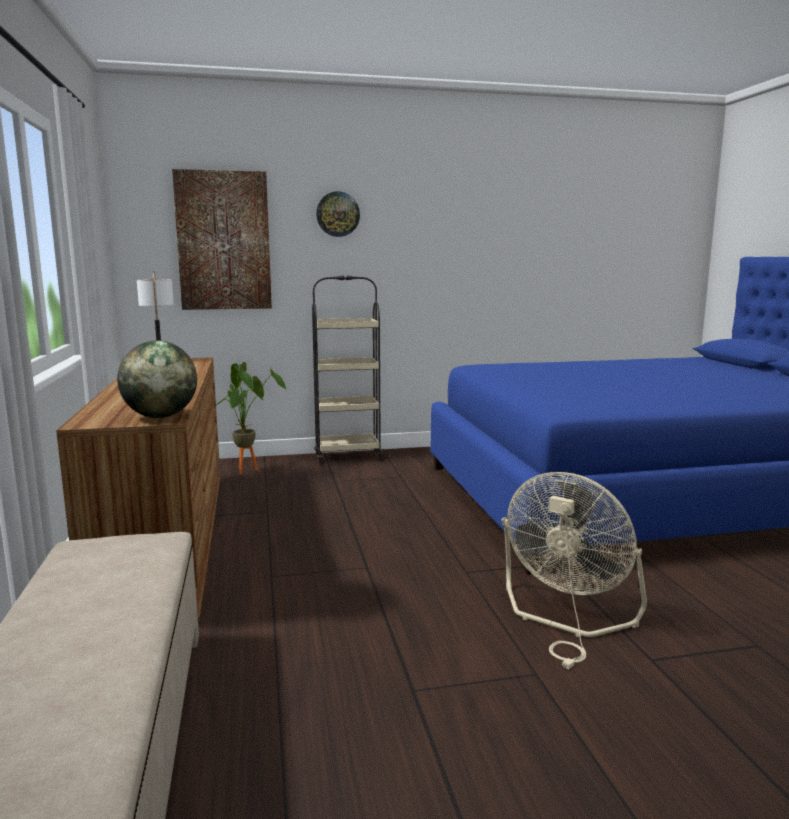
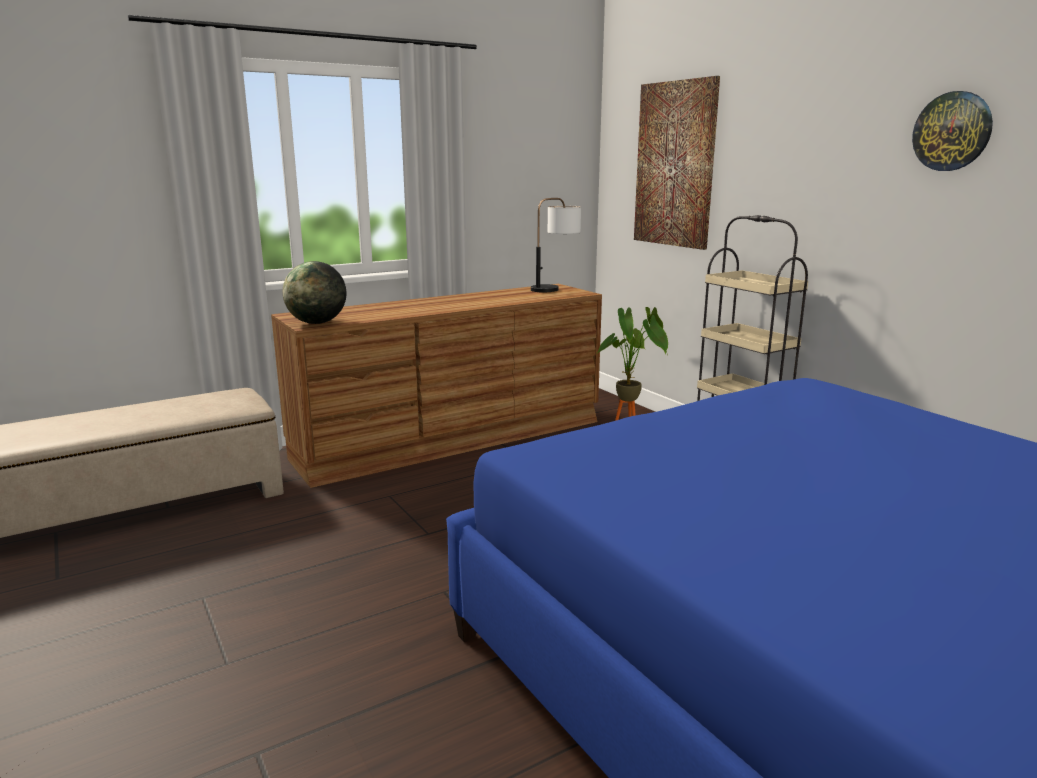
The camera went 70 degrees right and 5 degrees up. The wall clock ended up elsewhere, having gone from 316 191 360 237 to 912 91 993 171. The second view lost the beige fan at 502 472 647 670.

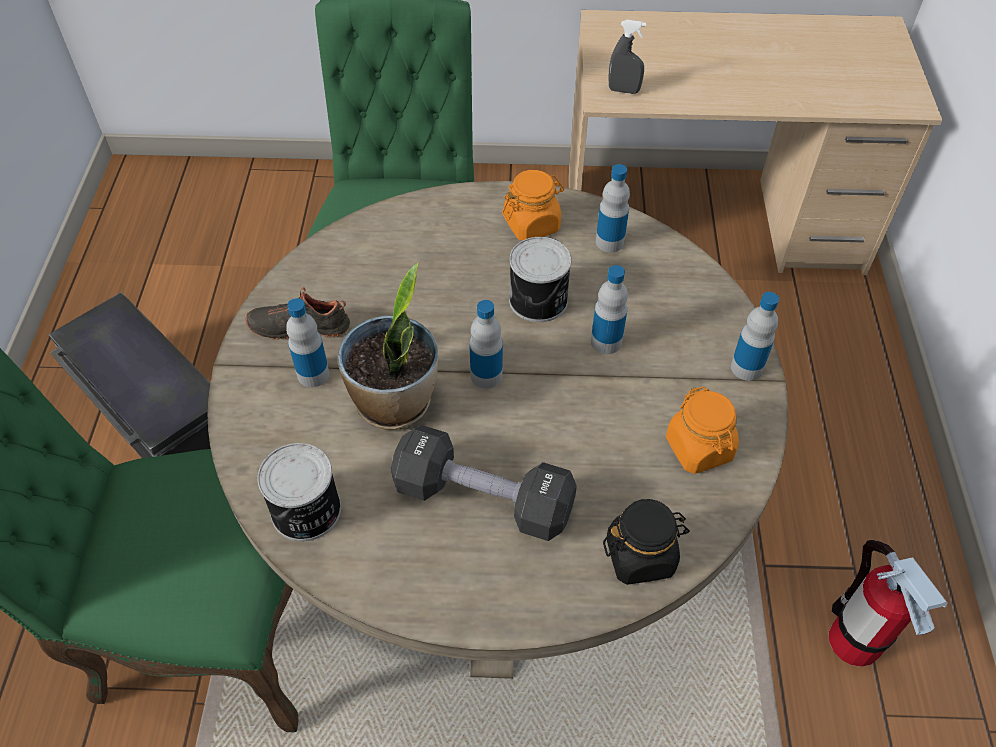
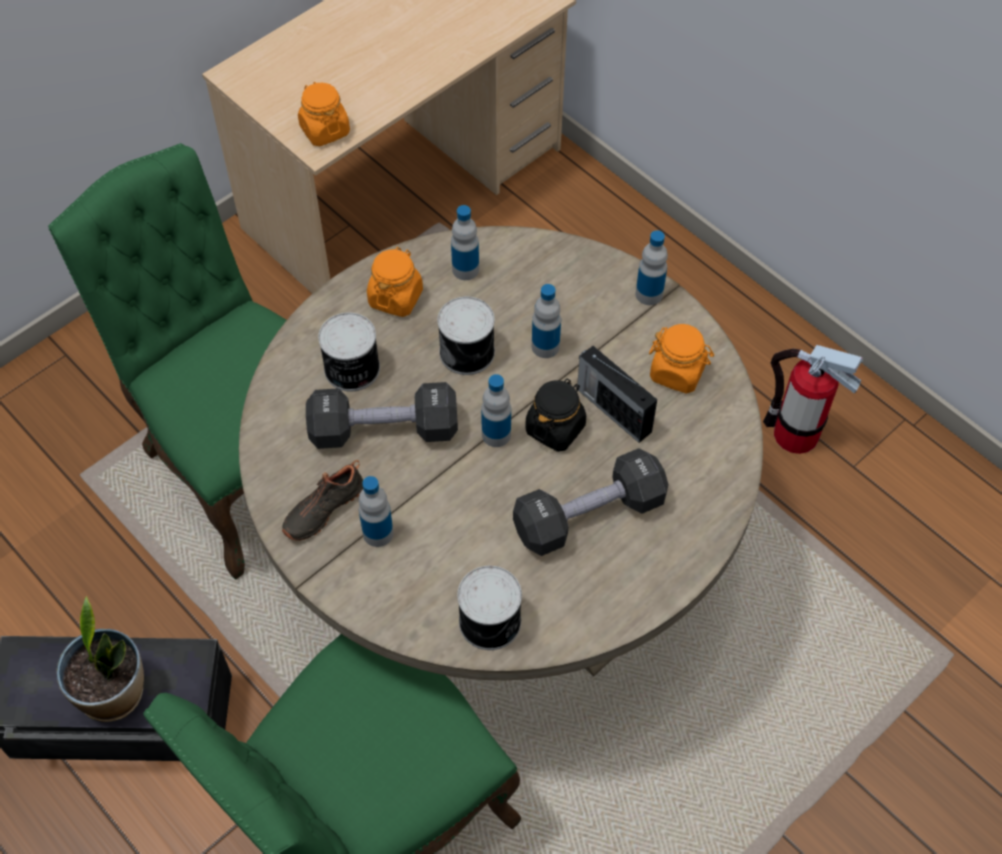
The camera went 45 degrees left and 5 degrees up. The potted plant ended up elsewhere, having gone from 337 263 438 430 to 56 596 144 722. The black jar ended up elsewhere, having gone from 603 499 690 585 to 525 379 586 452. Where the grey spray bottle stood at 608 20 646 94, the orange jar came to stand at 298 82 350 146. The second view gained the black dumbbell at 306 382 458 449. The second view gained the can at 318 313 380 392. The second view gained the radio at 577 346 657 443.

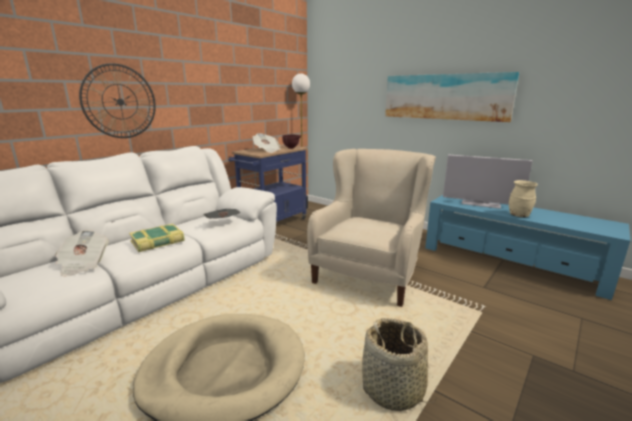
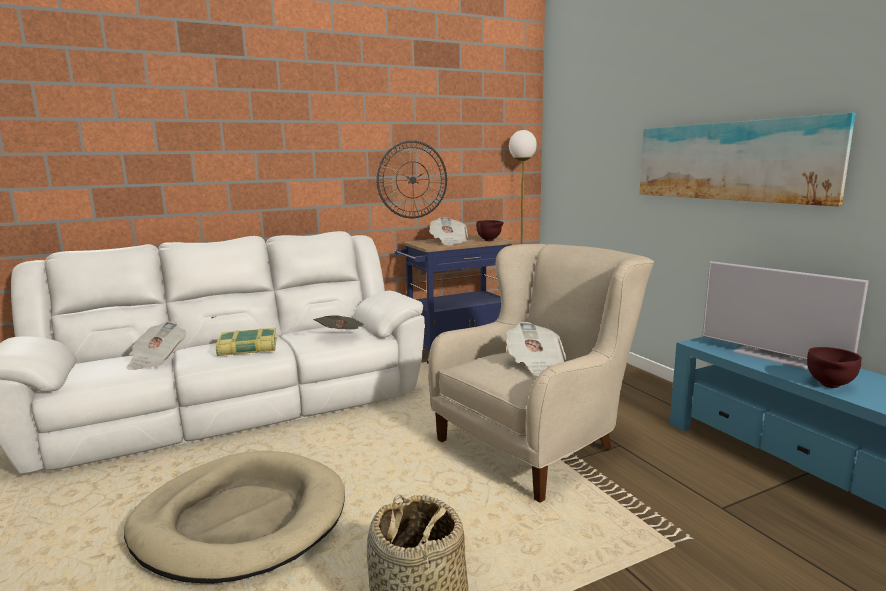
The camera went 25 degrees right and 5 degrees down. The wall clock ended up elsewhere, having gone from 79 63 156 138 to 376 140 447 218. Where the beige vase stood at 509 180 538 217, the brown bowl came to stand at 807 347 862 388. The second view gained the newspaper at 506 322 566 377.

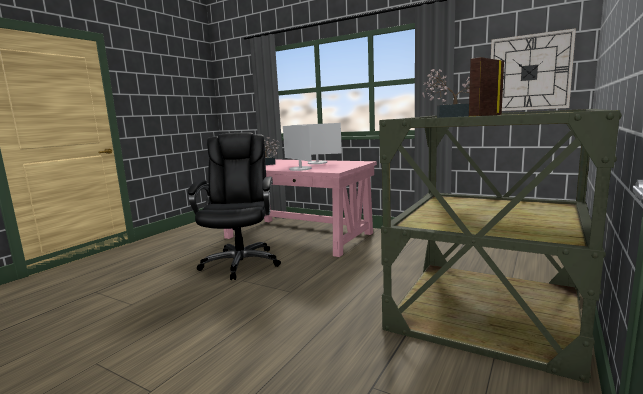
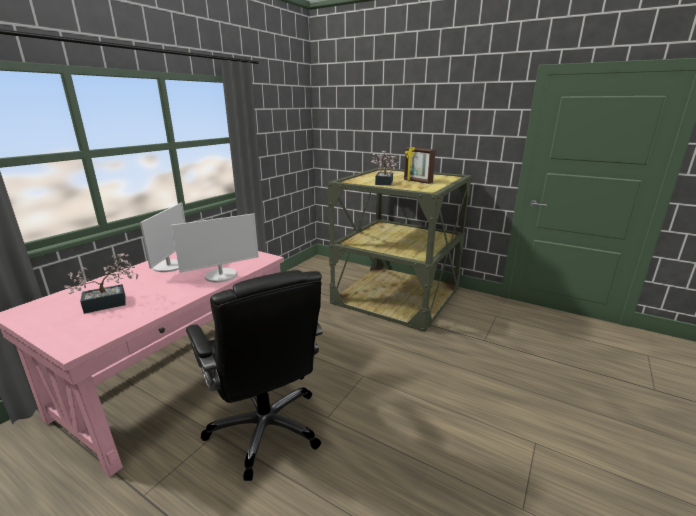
The camera went 90 degrees left and 10 degrees up. The black office chair at 188 132 281 280 ended up facing another way, 120 degrees counterclockwise from before. The second view lost the wall clock at 491 28 576 111.

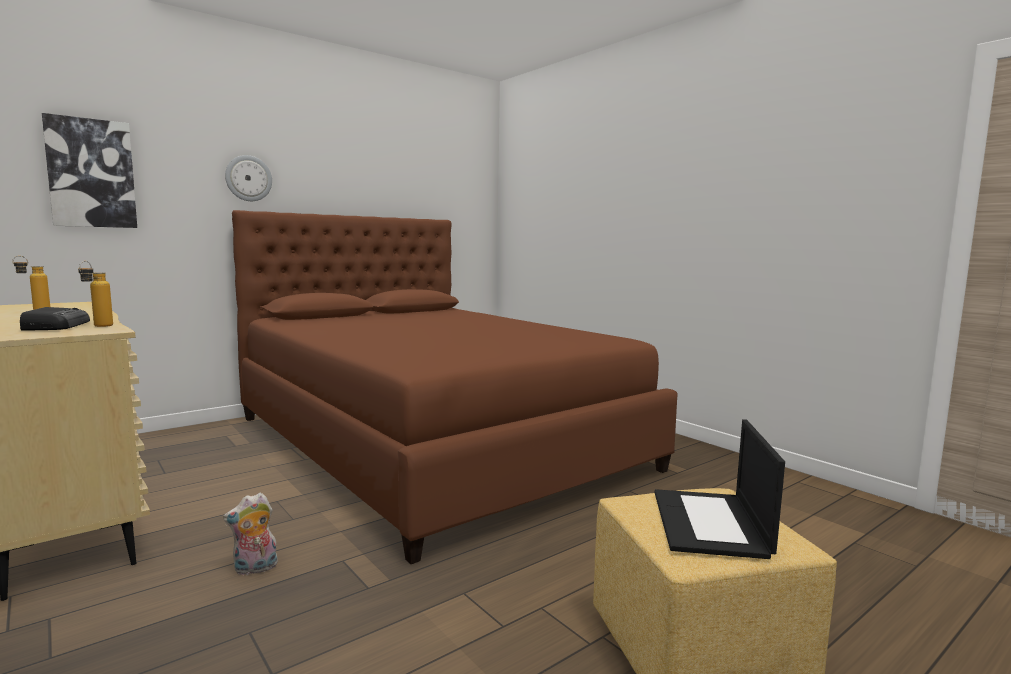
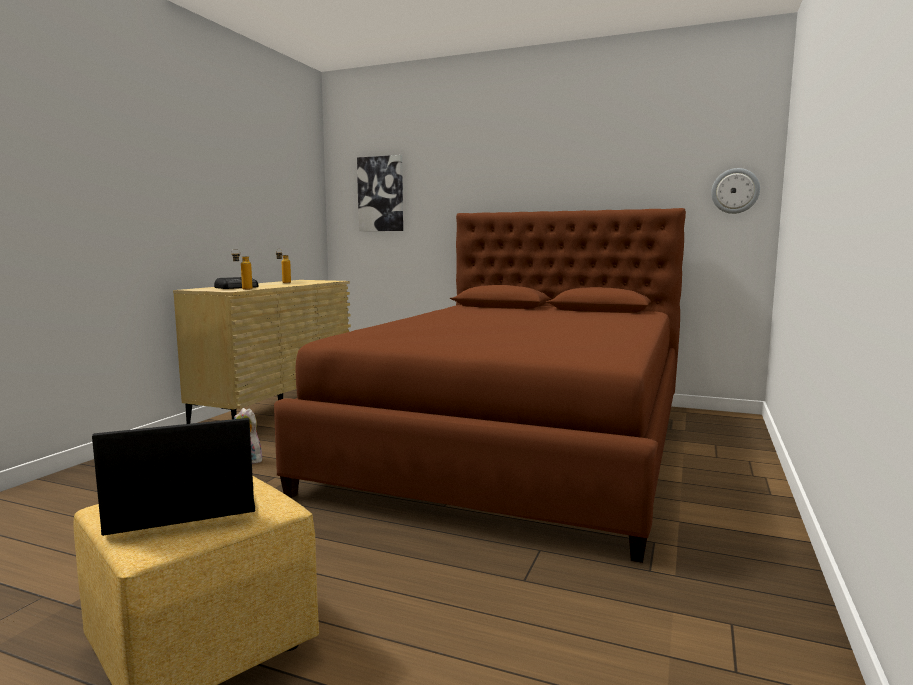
The camera went 60 degrees right and 0 degrees up. The wall clock ended up elsewhere, having gone from 225 155 272 201 to 711 168 760 214.

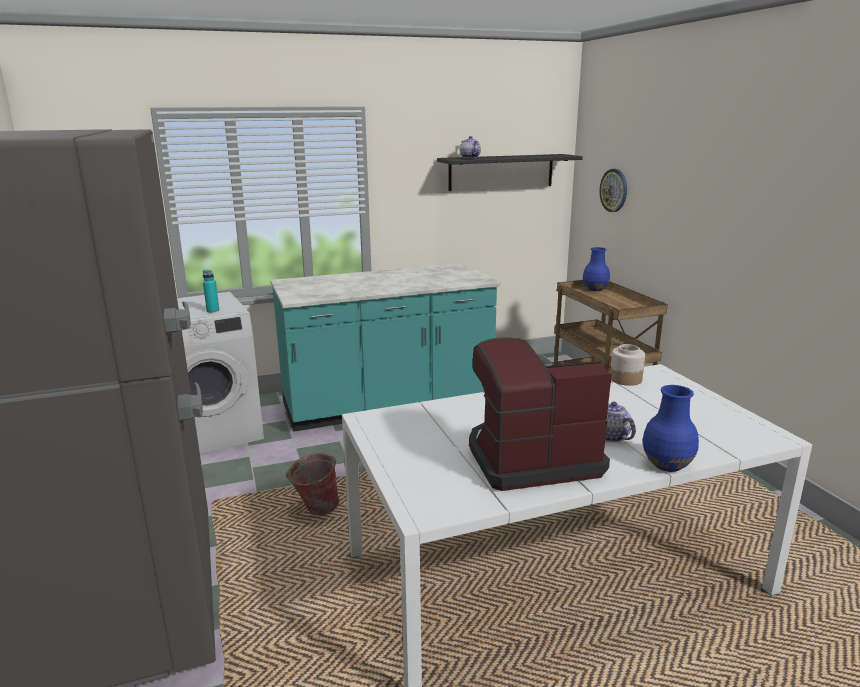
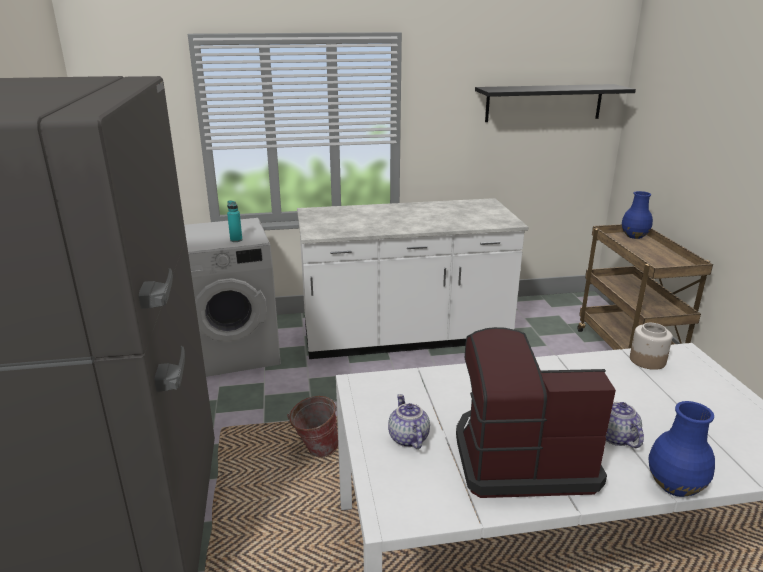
The camera went 10 degrees right and 5 degrees up. What was the turquoise counter at 270 263 501 432 turned into the white counter at 297 198 528 359. The teapot ended up elsewhere, having gone from 460 136 481 158 to 388 394 430 449. The second view lost the wall clock at 599 169 627 212.

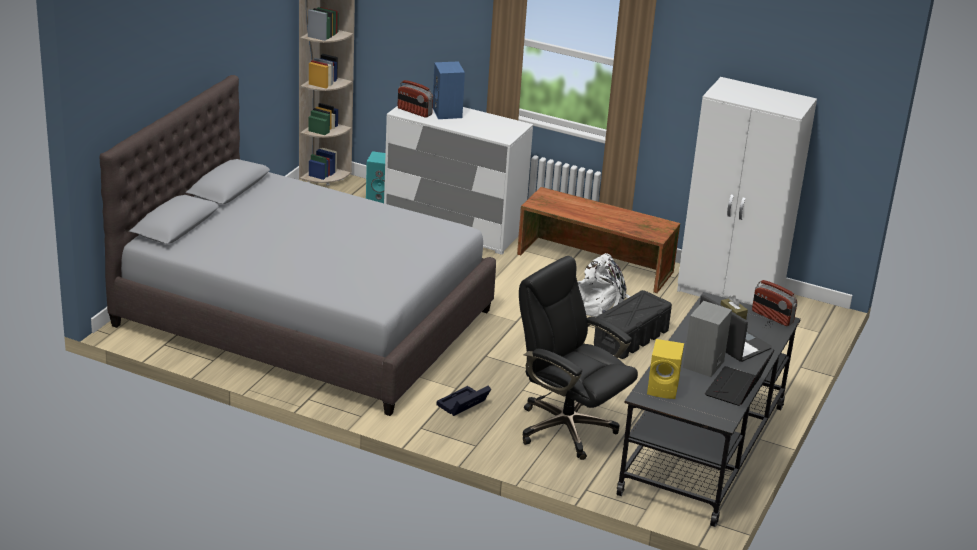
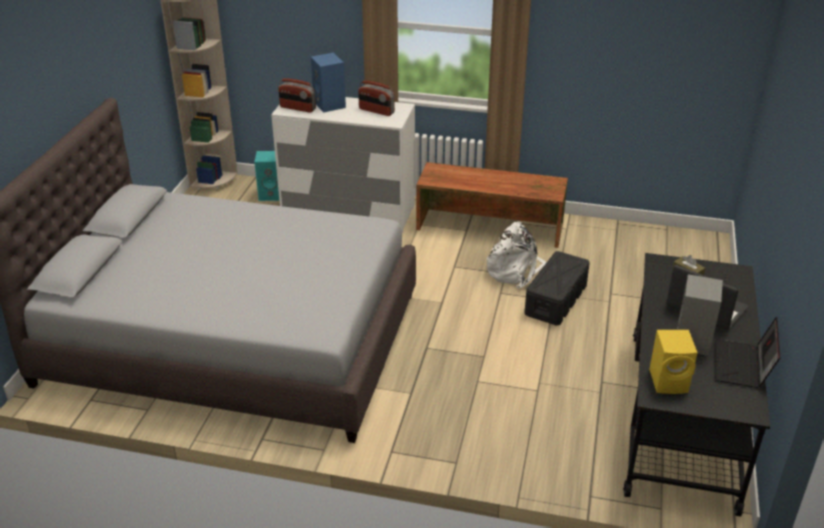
The camera went 10 degrees left and 5 degrees up. The second view lost the black storage box at 437 386 491 416. The second view lost the black office chair at 519 256 638 460. The second view lost the white wardrobe at 677 77 817 305. The radio ended up elsewhere, having gone from 752 280 797 326 to 358 80 395 116.

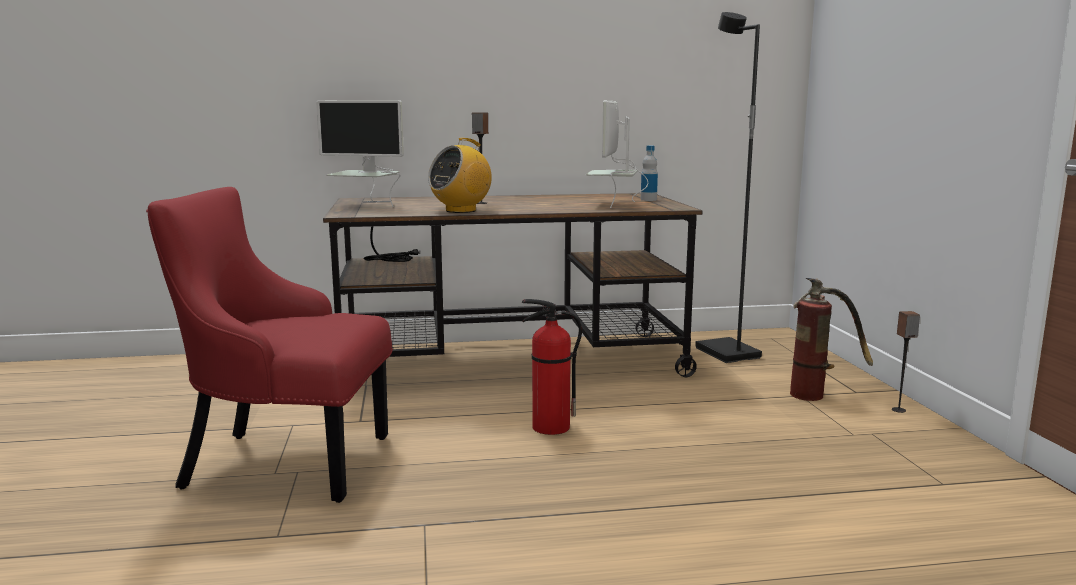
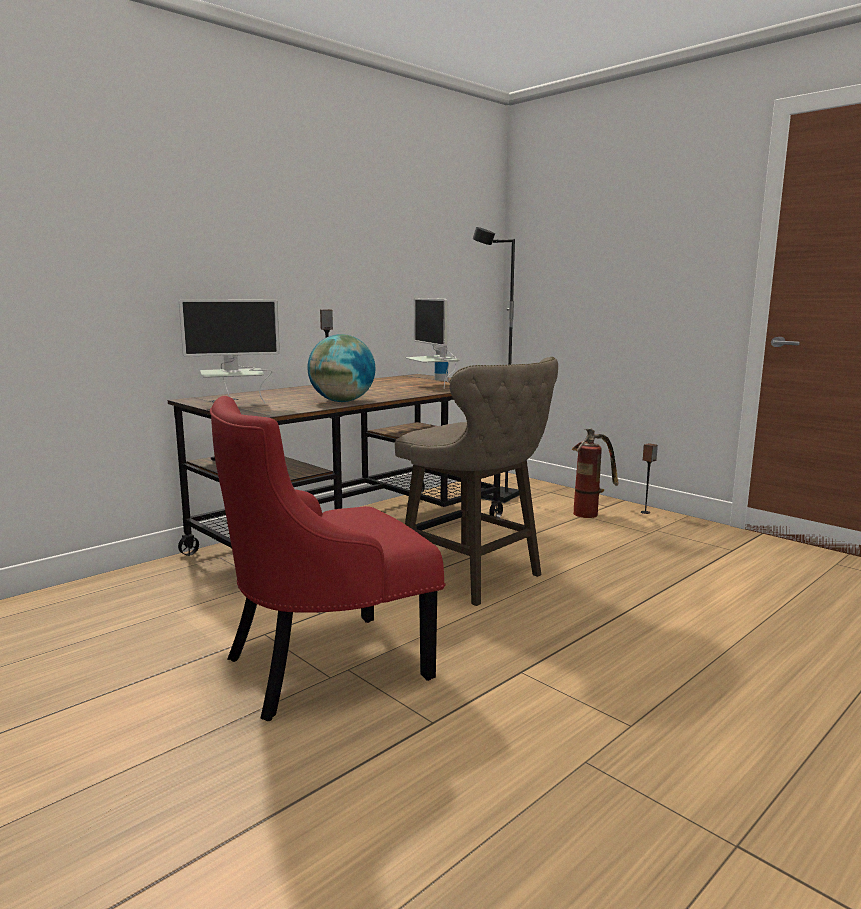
The camera went 35 degrees left and 0 degrees up. Where the radio stood at 428 138 492 213, the globe came to stand at 308 334 375 402. Where the fire extinguisher stood at 522 299 582 435, the beige stool came to stand at 395 357 558 606.

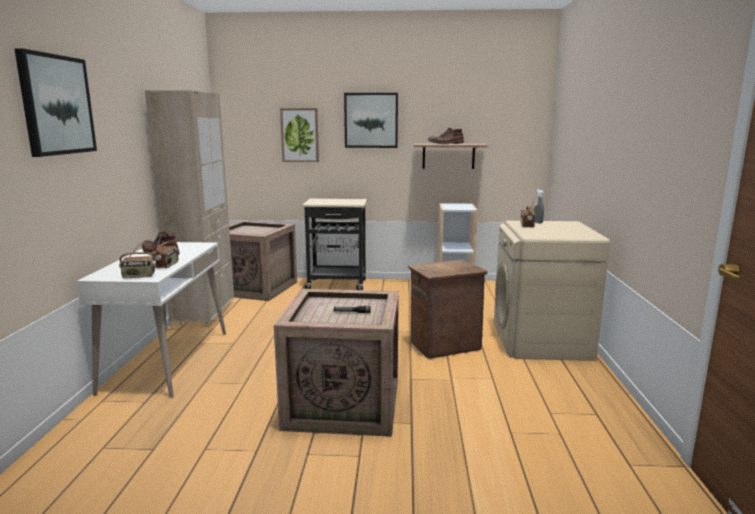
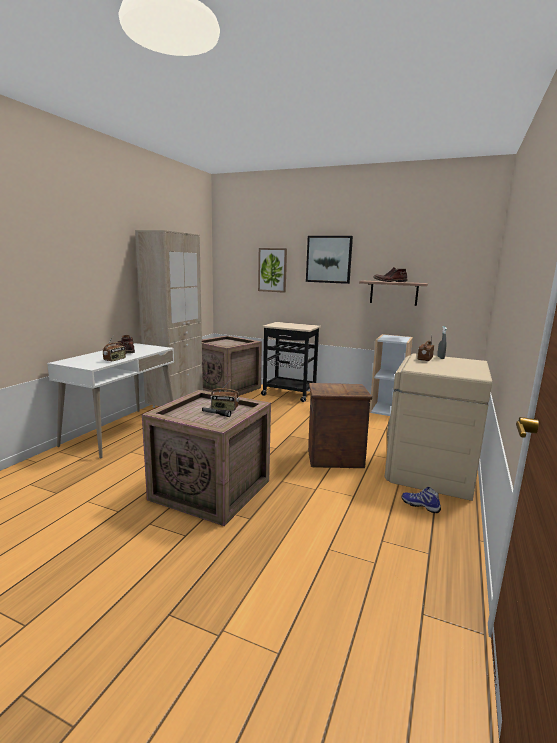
The camera went 20 degrees right and 0 degrees up. The second view lost the picture at 14 48 97 157. The radio ended up elsewhere, having gone from 119 242 156 279 to 210 380 240 411. The second view gained the shoe at 402 487 441 513.

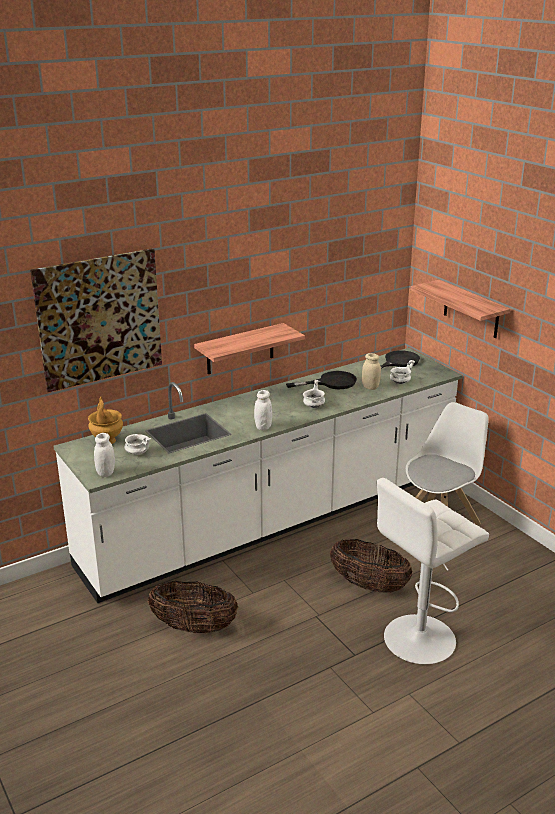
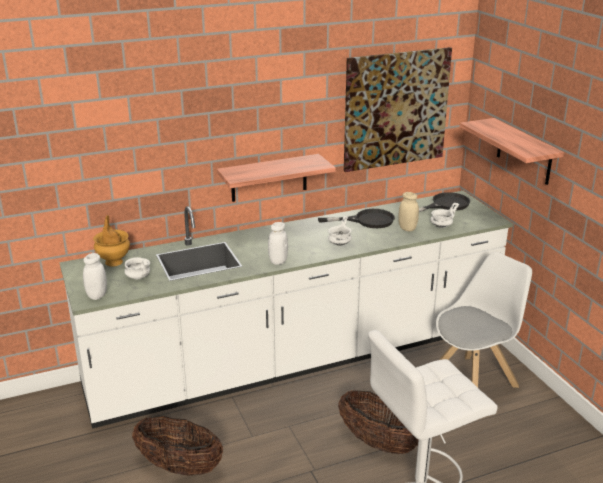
The camera went 10 degrees right and 0 degrees up. The picture ended up elsewhere, having gone from 30 248 162 392 to 344 47 452 172.

